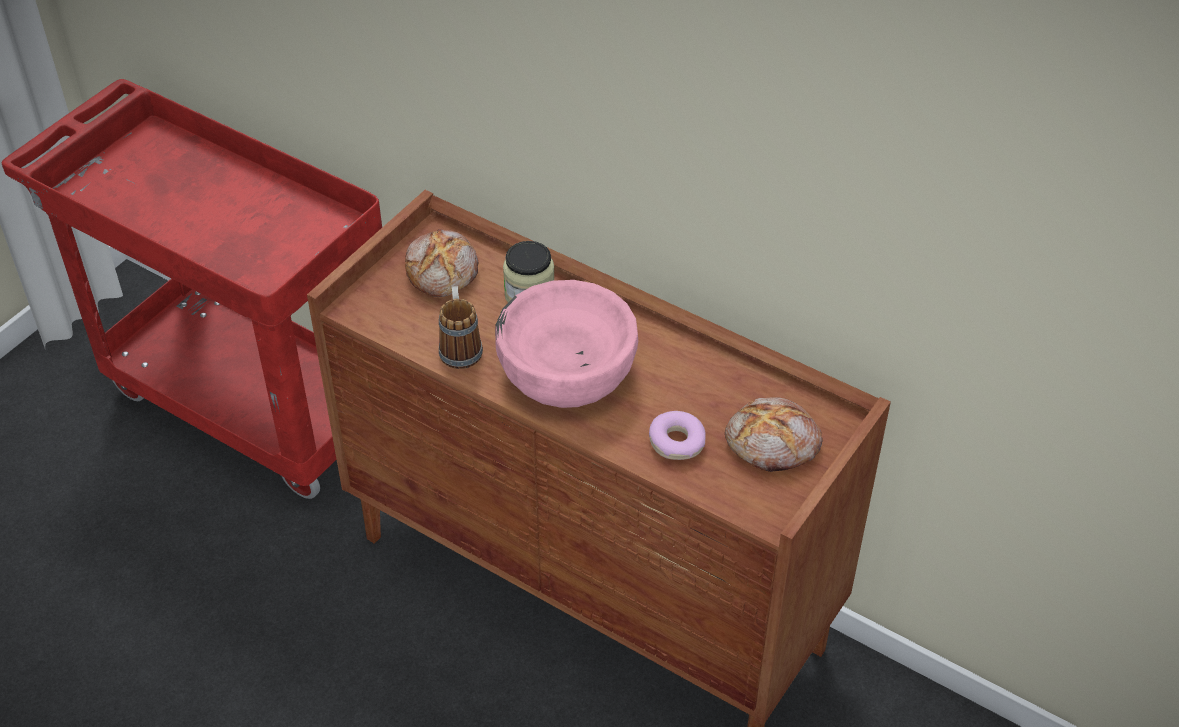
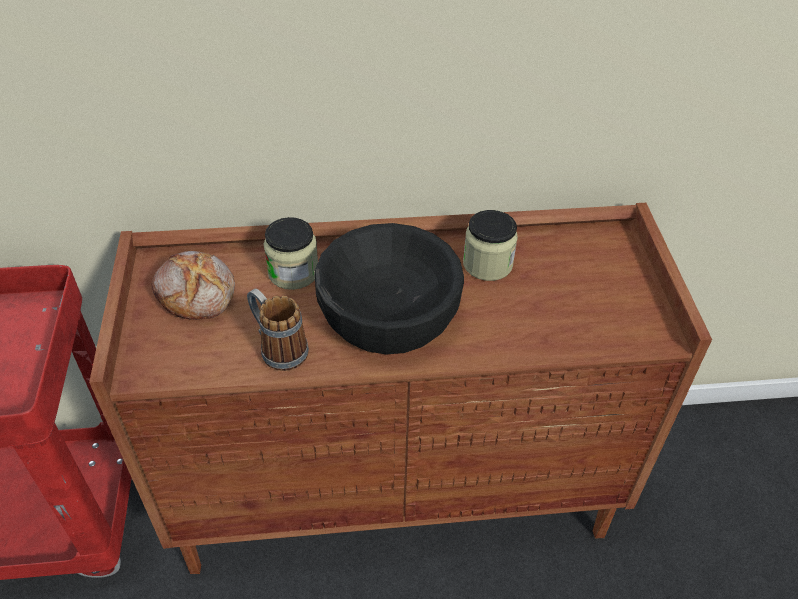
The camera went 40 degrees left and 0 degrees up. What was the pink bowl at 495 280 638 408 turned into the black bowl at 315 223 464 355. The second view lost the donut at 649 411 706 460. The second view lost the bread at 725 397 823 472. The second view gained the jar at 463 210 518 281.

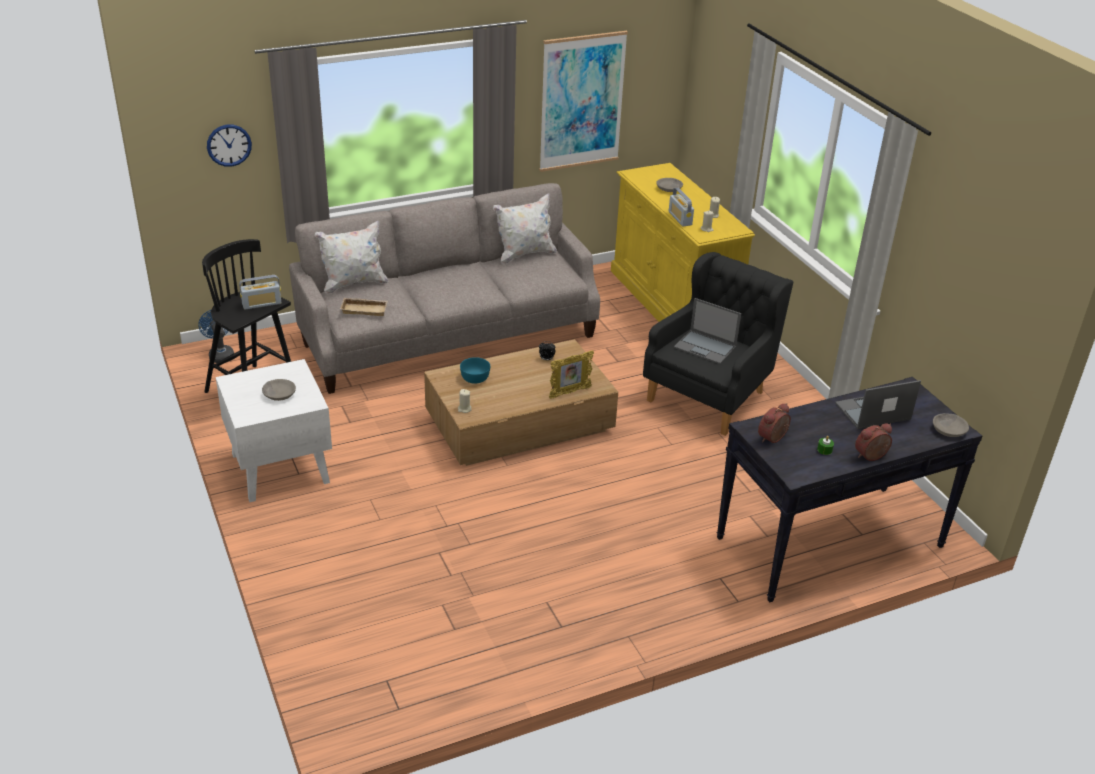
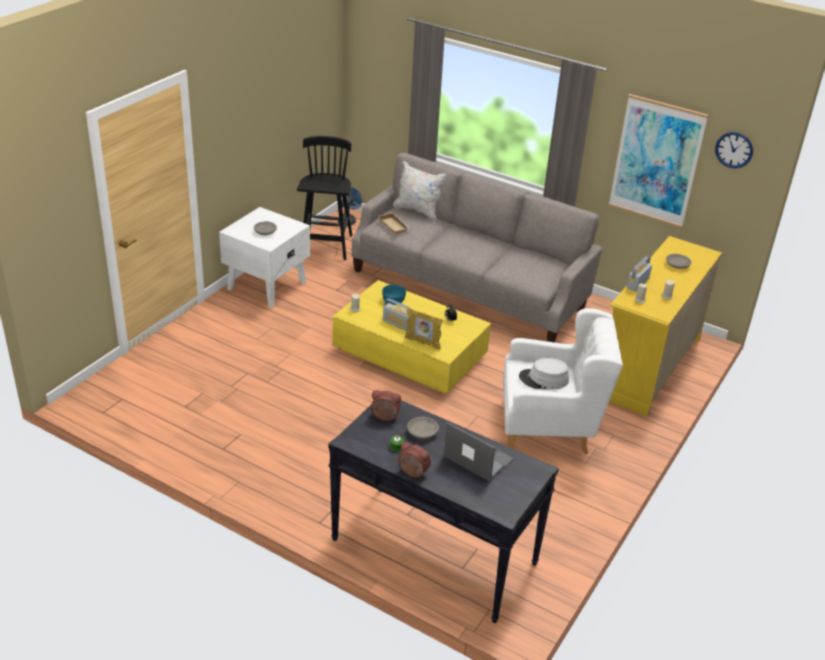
The camera went 55 degrees right and 0 degrees up. The wall clock ended up elsewhere, having gone from 207 125 252 167 to 715 132 753 168. The radio ended up elsewhere, having gone from 239 275 281 310 to 383 298 410 331. What was the brown coffee table at 424 339 618 466 turned into the yellow coffee table at 333 280 491 393. The second view lost the white pillow at 493 194 557 264. What was the black armchair at 643 252 793 436 turned into the white armchair at 503 308 623 454. Where the laptop stood at 674 298 741 364, the grey hat came to stand at 519 358 569 390. The grey bowl ended up elsewhere, having gone from 933 413 969 437 to 407 417 439 439.

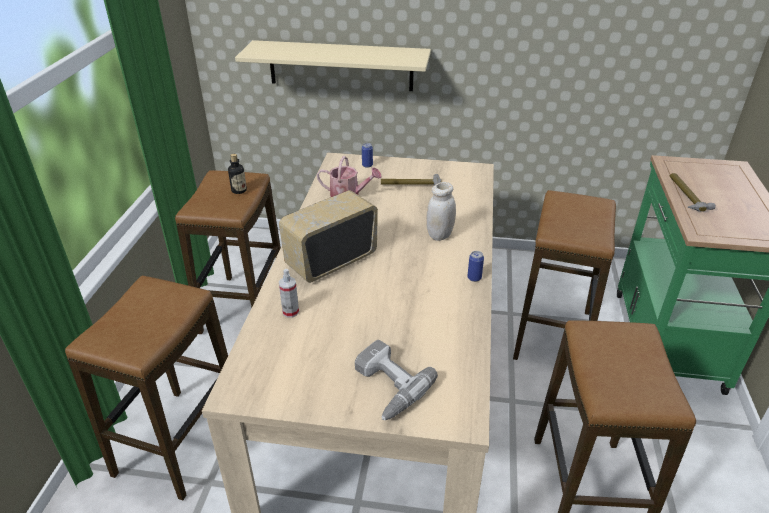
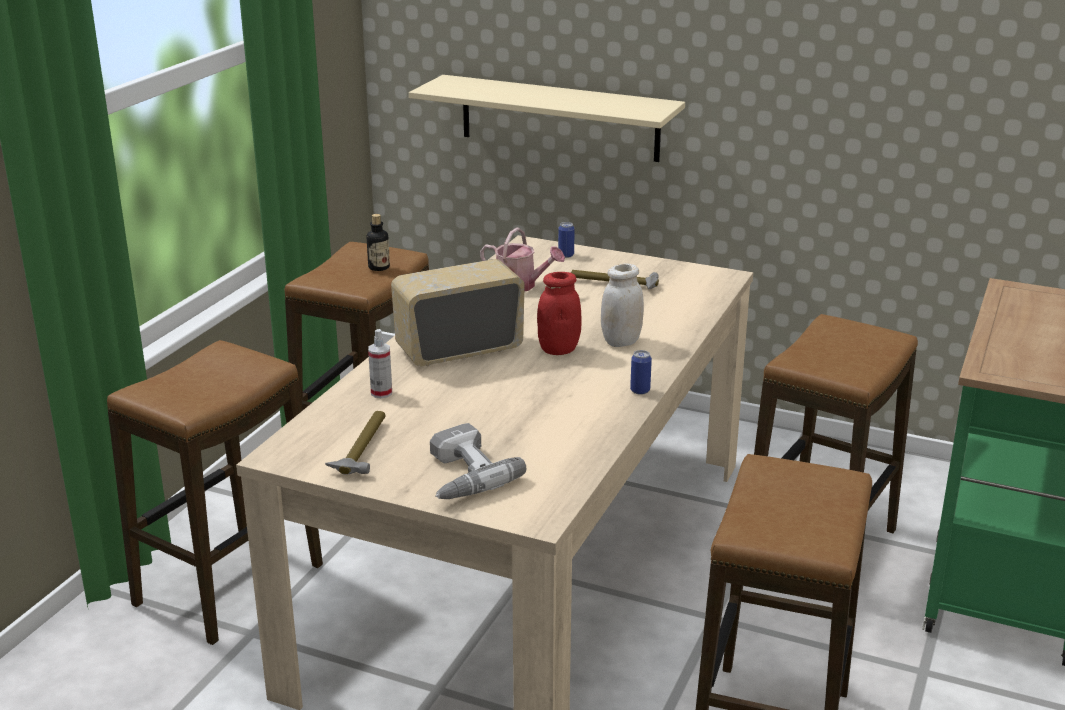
The camera went 15 degrees right and 10 degrees down. The hammer ended up elsewhere, having gone from 670 173 716 212 to 325 411 386 475. The second view gained the red jar at 537 272 581 355.

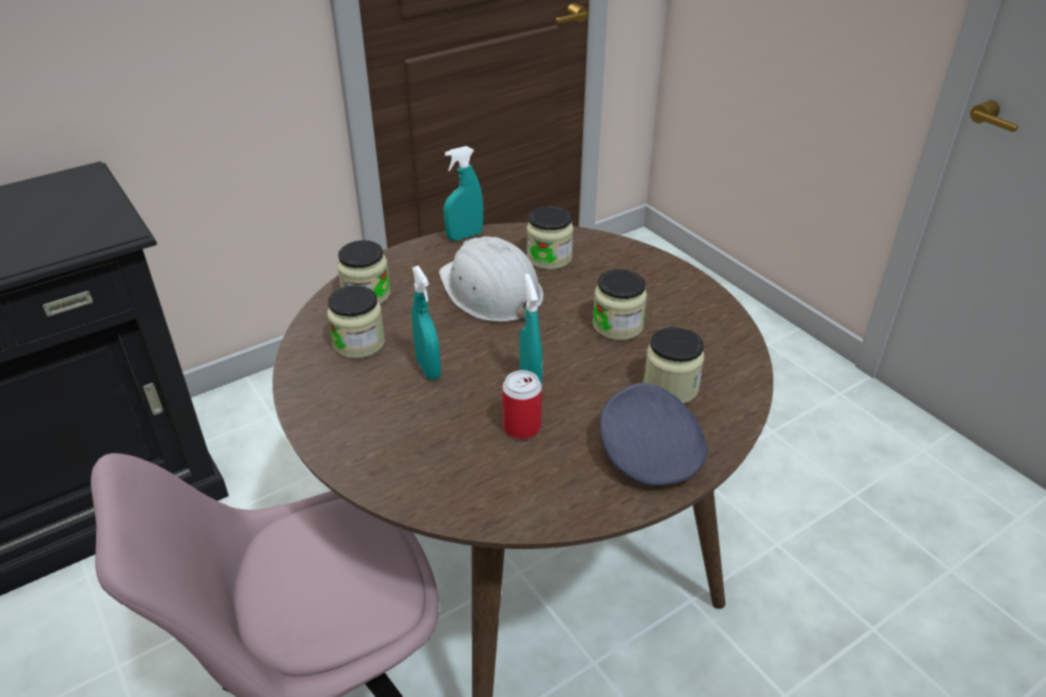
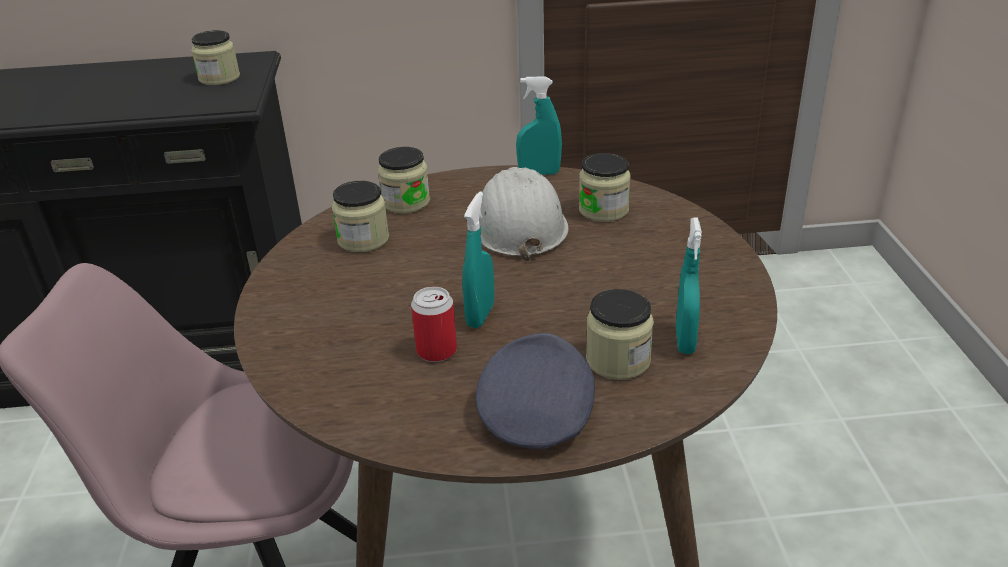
The camera went 30 degrees right and 5 degrees down. The turquoise spray bottle ended up elsewhere, having gone from 412 266 441 380 to 676 217 702 354. The jar ended up elsewhere, having gone from 593 269 647 340 to 191 30 240 85.

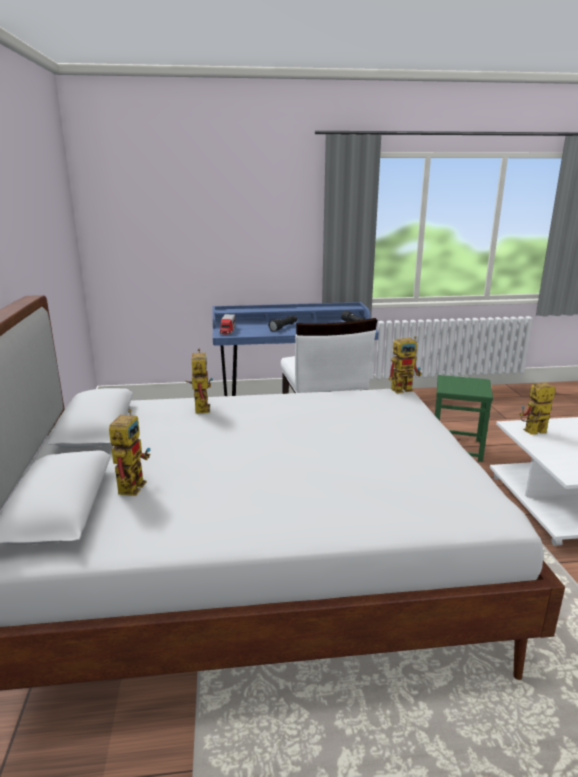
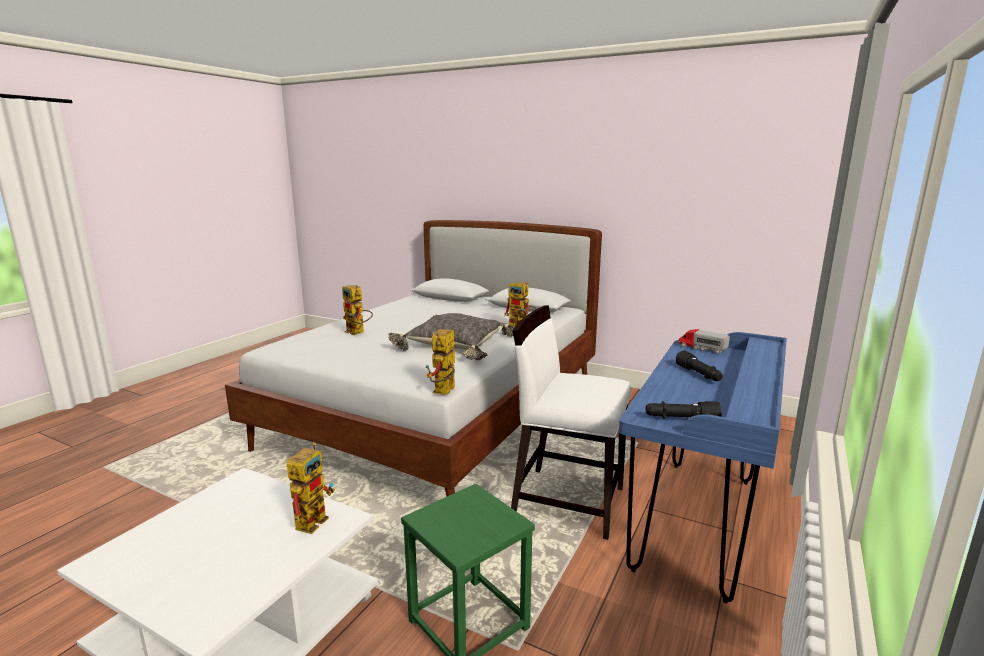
The camera went 125 degrees right and 5 degrees down. The toy robot ended up elsewhere, having gone from 109 409 150 496 to 342 285 373 335. The second view gained the pillow at 388 313 515 361.

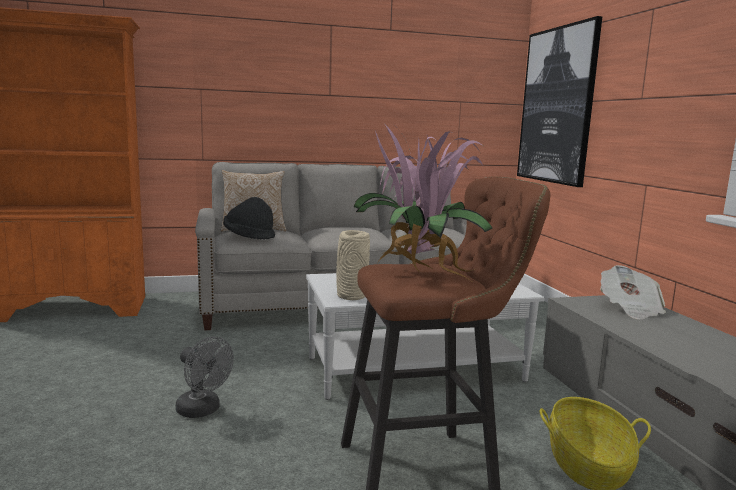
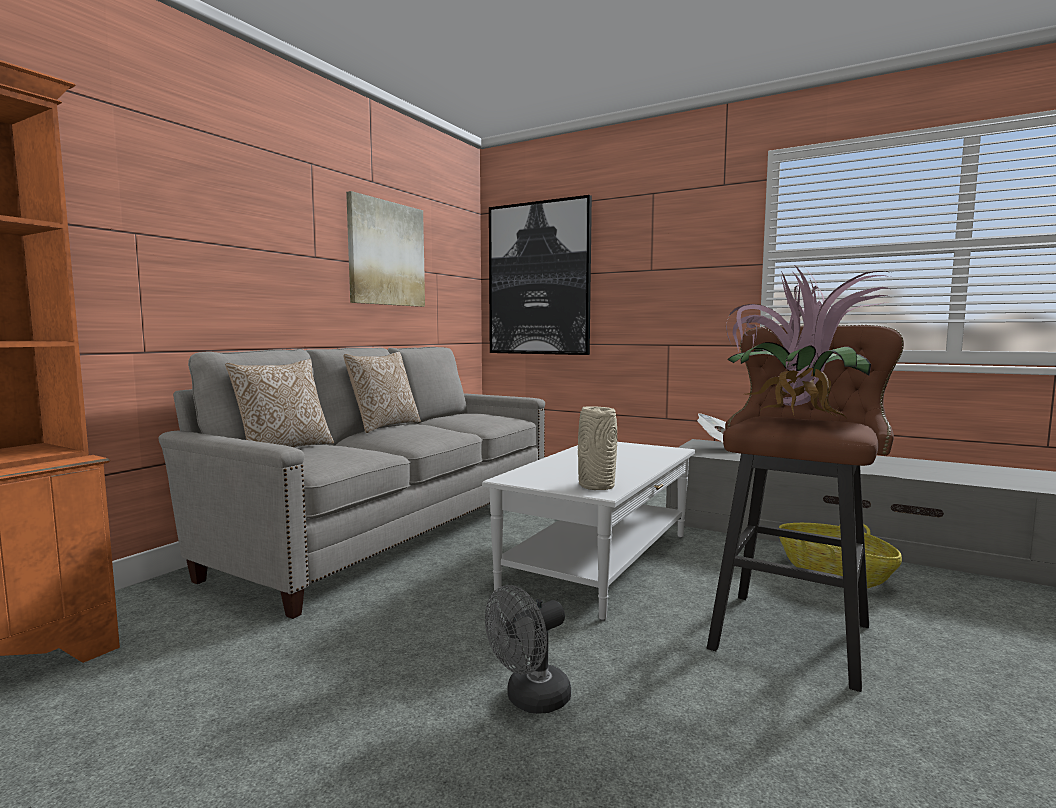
The camera went 45 degrees left and 5 degrees down. The grey fan at 176 337 234 418 ended up facing another way, 150 degrees clockwise from before. The second view lost the black hat at 223 197 275 240. The second view gained the pillow at 344 352 421 433. The second view gained the picture at 346 191 425 307.

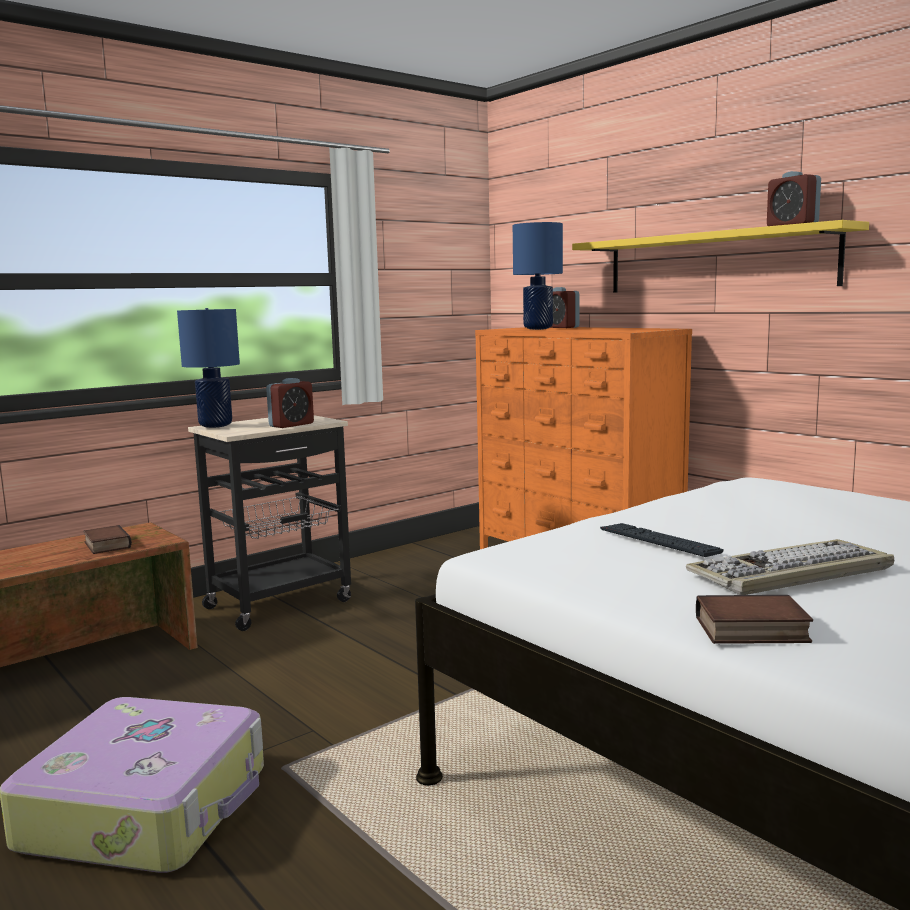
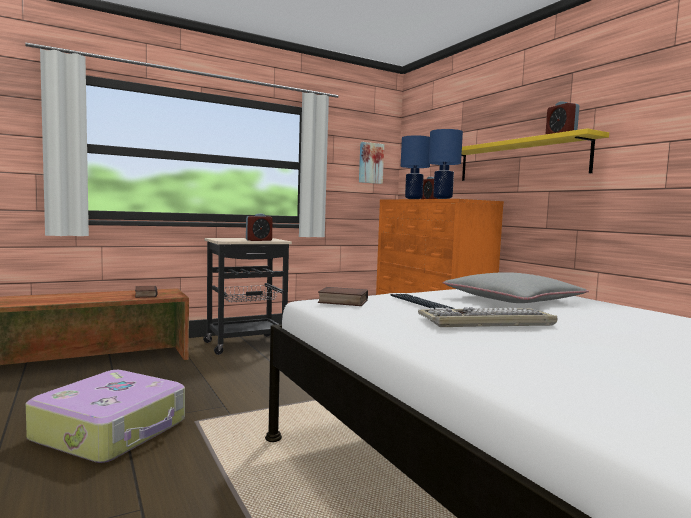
The camera went 10 degrees right and 5 degrees down. The blue table lamp ended up elsewhere, having gone from 177 308 240 428 to 429 129 463 199. The book ended up elsewhere, having gone from 696 595 813 644 to 318 287 368 306. The second view gained the picture at 359 142 384 184. The second view gained the grey pillow at 443 272 589 303.

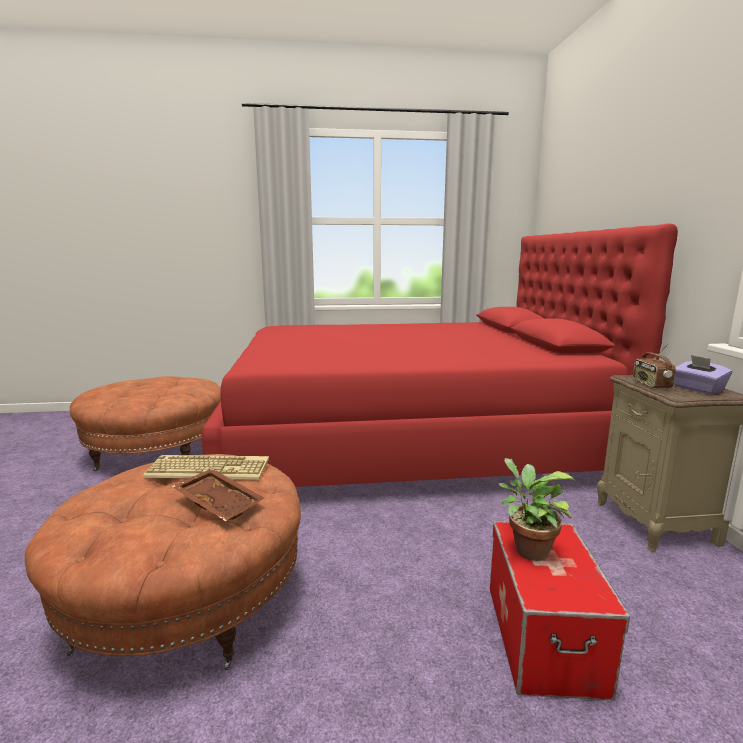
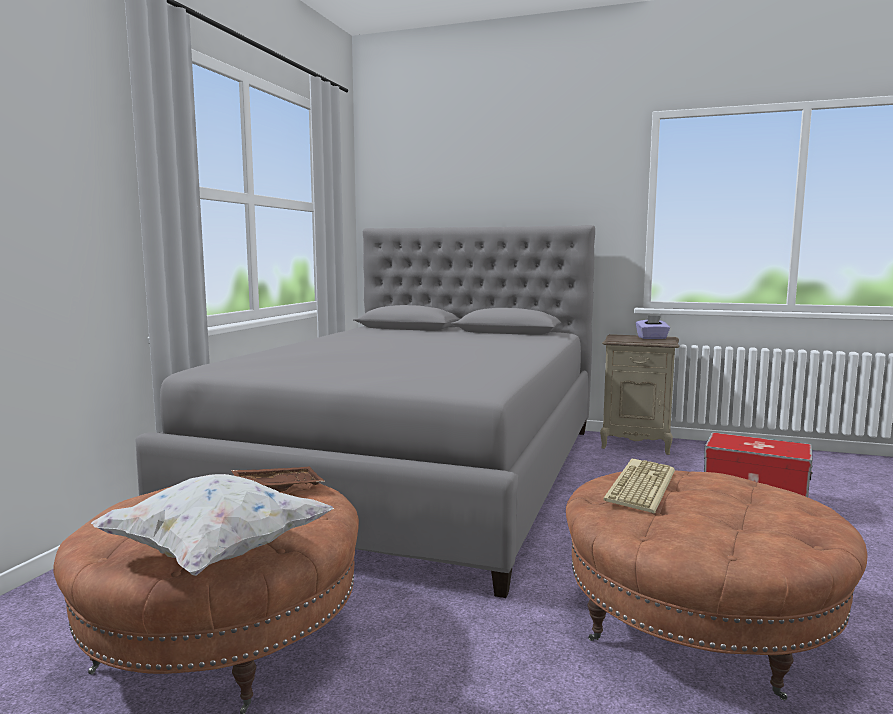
The camera went 65 degrees left and 5 degrees down. The brown tray ended up elsewhere, having gone from 172 468 264 521 to 231 467 325 492. What was the red bed at 202 224 678 487 turned into the grey bed at 135 225 595 598. The second view lost the potted plant at 498 458 576 561. The second view lost the radio at 633 343 676 389. The second view gained the white pillow at 91 474 334 576.

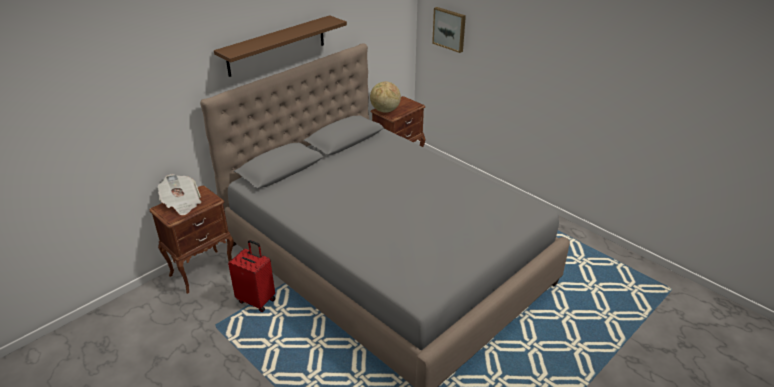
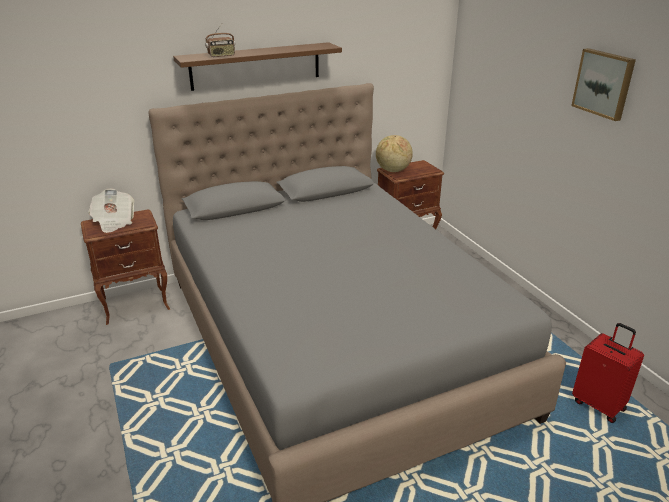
The camera went 20 degrees right and 5 degrees down. The red suitcase ended up elsewhere, having gone from 228 240 276 312 to 572 323 644 423. The picture ended up elsewhere, having gone from 432 7 466 53 to 571 48 636 121. The second view gained the radio at 205 23 235 57.

